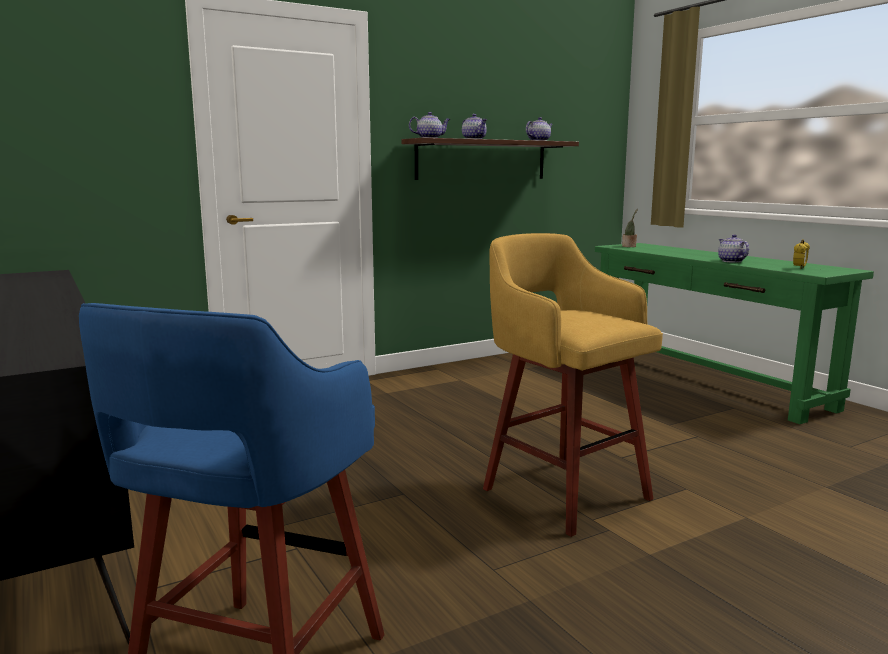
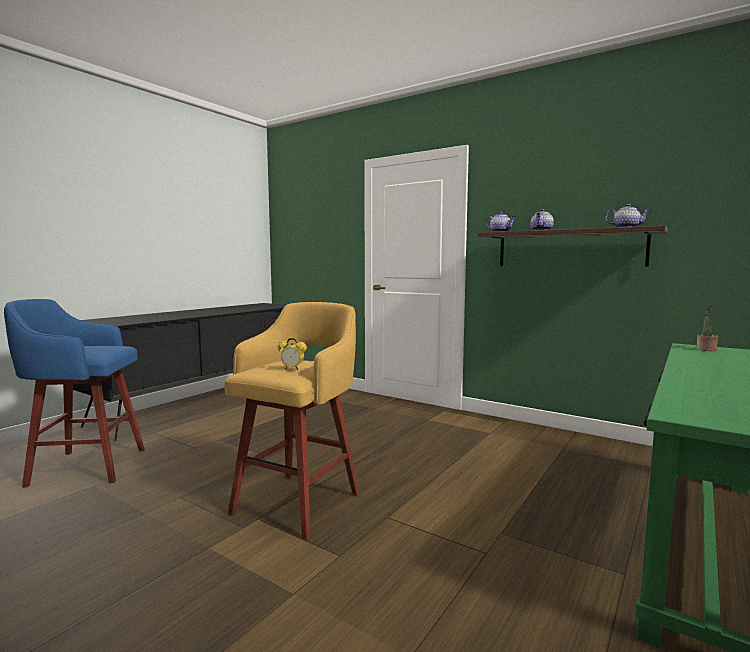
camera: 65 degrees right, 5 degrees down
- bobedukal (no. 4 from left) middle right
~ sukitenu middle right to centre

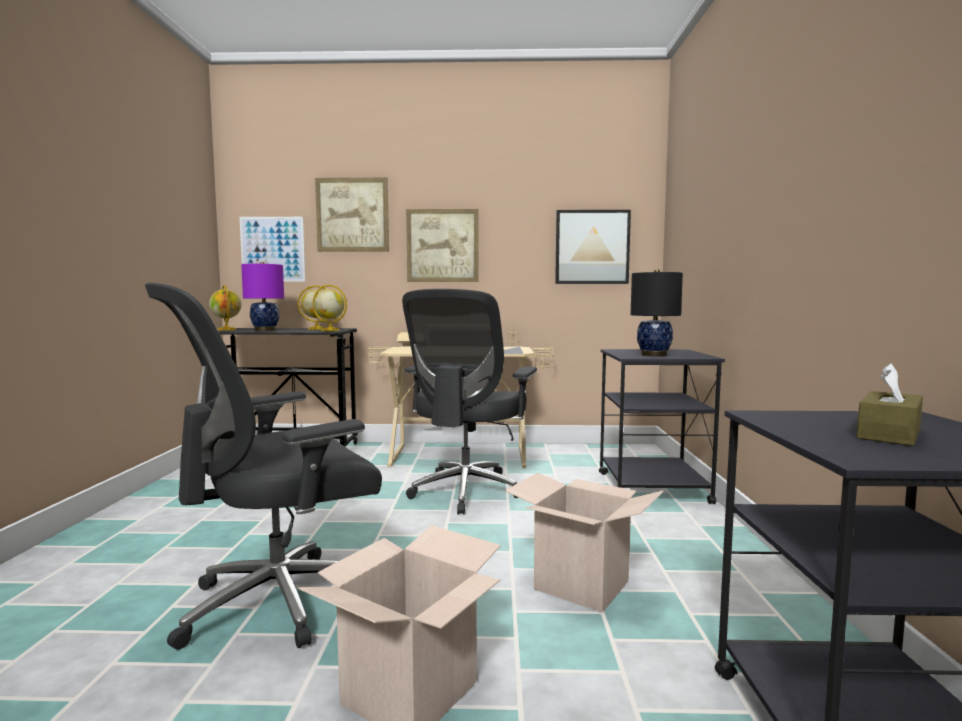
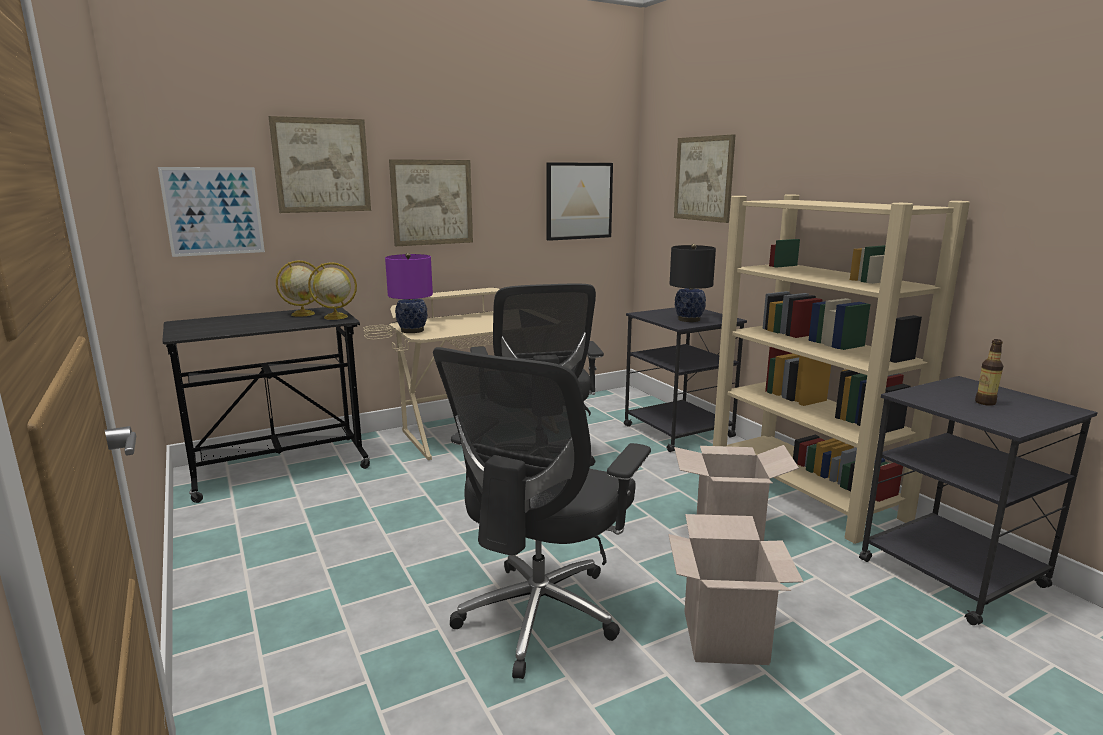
camera: 30 degrees left, 10 degrees up
- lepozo (no. 1 from left) middle left
~ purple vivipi middle left to centre
~ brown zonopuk middle right to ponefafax middle right
+ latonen (no. 5 from left) top centre
+ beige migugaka middle right

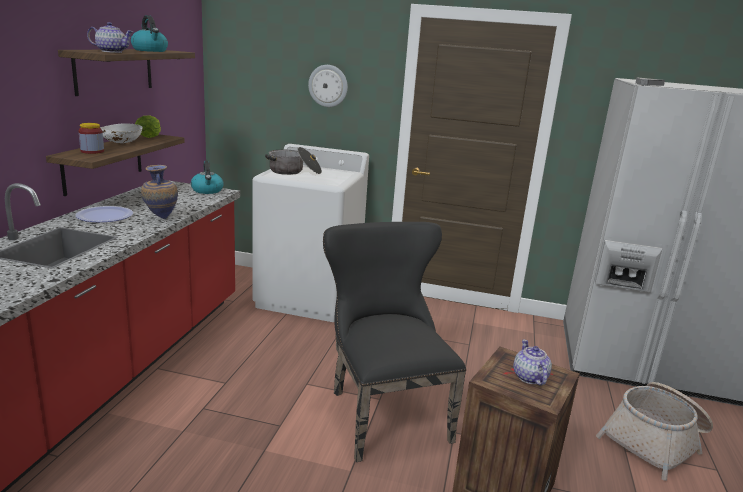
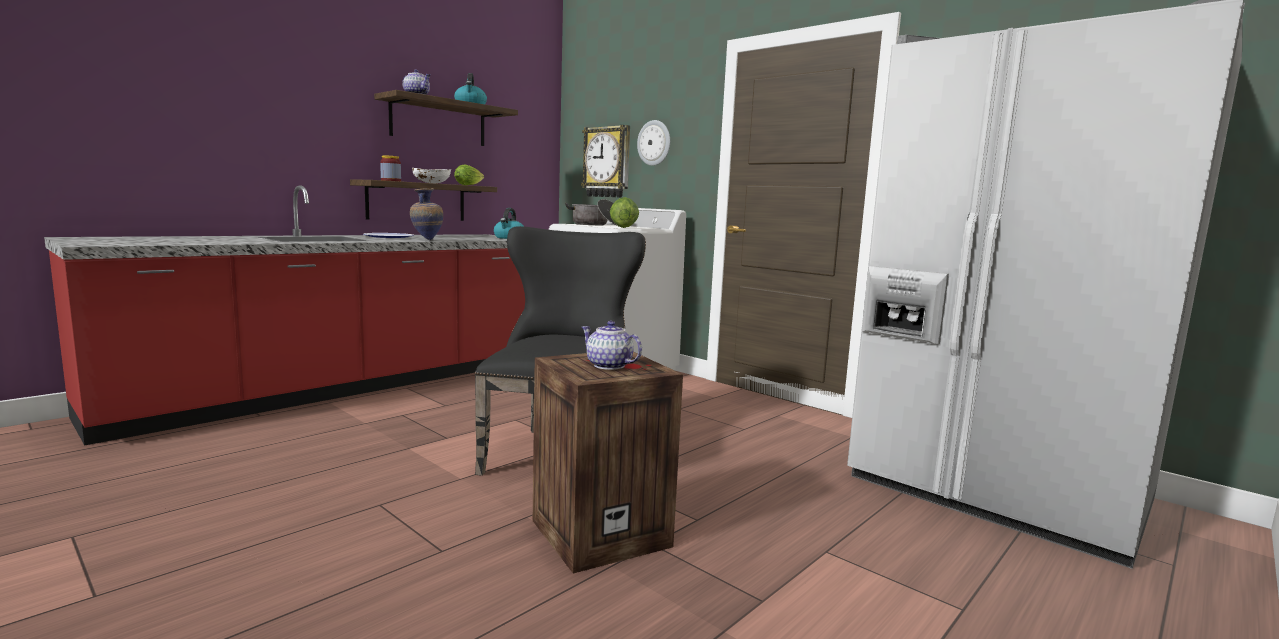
camera: 30 degrees right, 10 degrees down
~ bobedukal (no. 2 from left) bottom right = centre 75 degrees counterclockwise
- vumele bottom right
+ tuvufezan (no. 1 from left) top centre
+ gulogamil (no. 2 from left) top centre

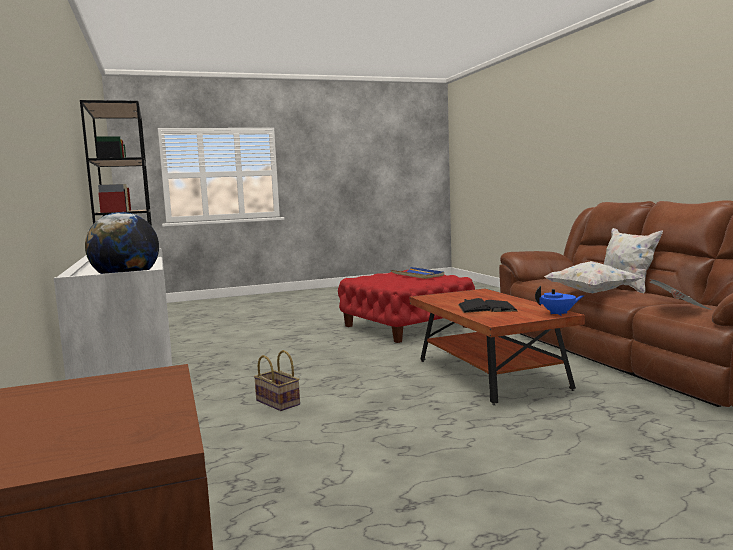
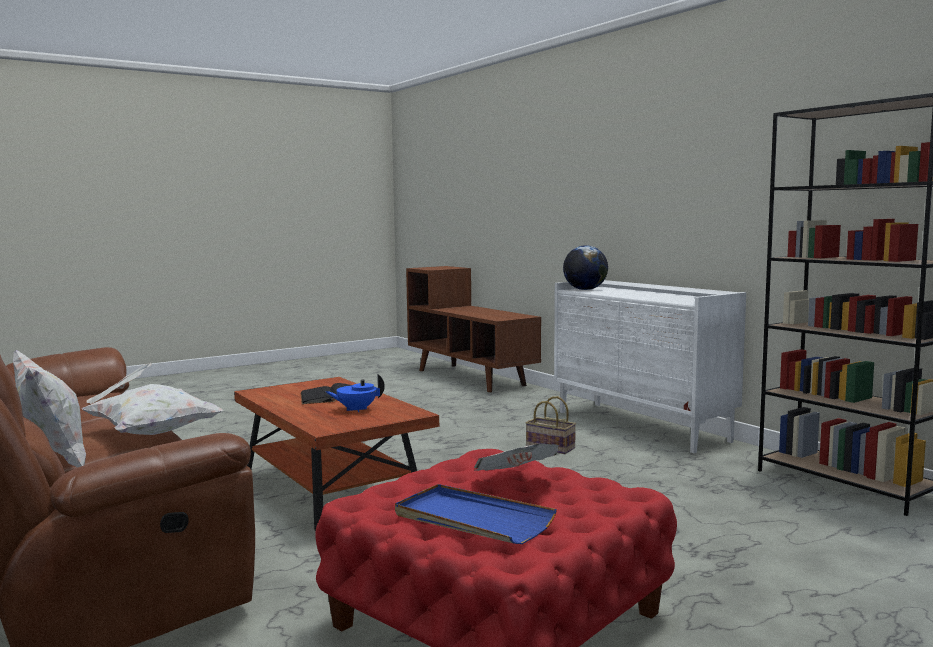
camera: 165 degrees right, 0 degrees up
~ blue bobedukal middle right to centre
+ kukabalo (no. 2 from left) bottom centre

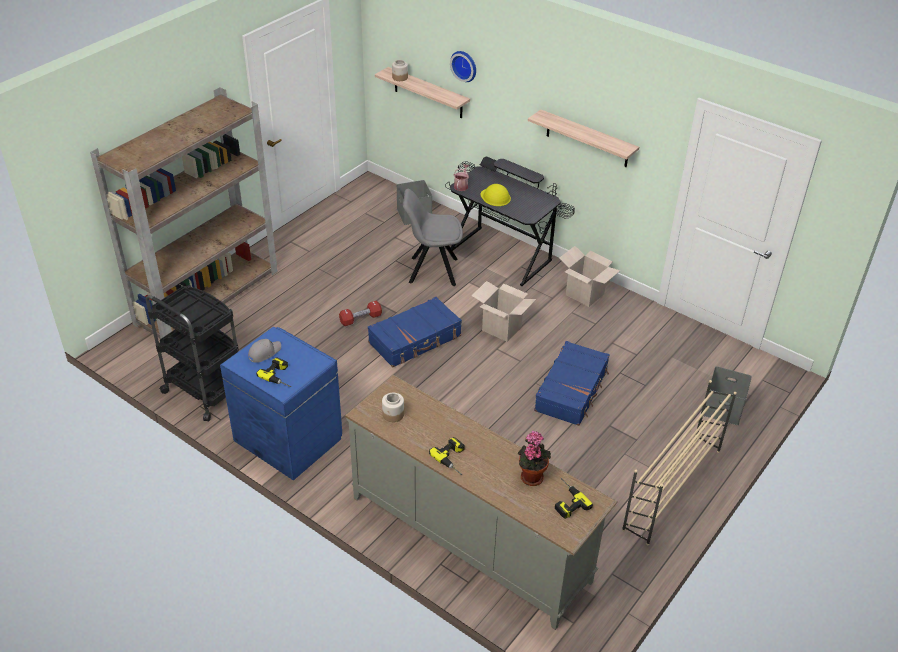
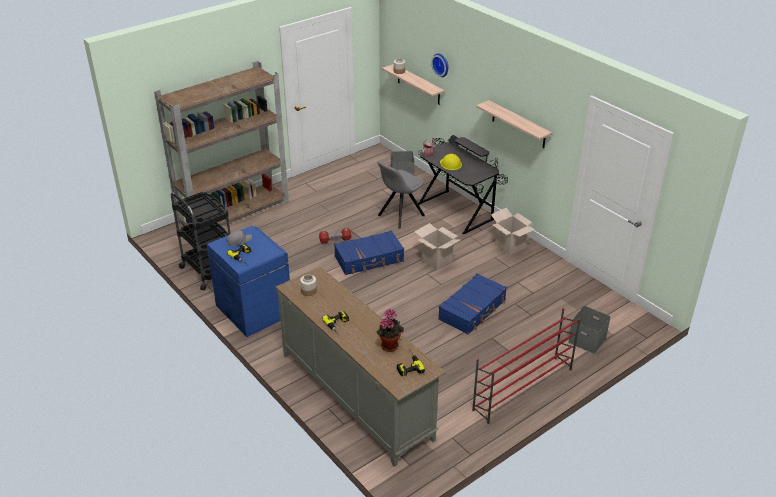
camera: 15 degrees right, 5 degrees down
~ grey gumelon centre = centre 60 degrees counterclockwise
~ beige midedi bottom right to red midedi bottom right

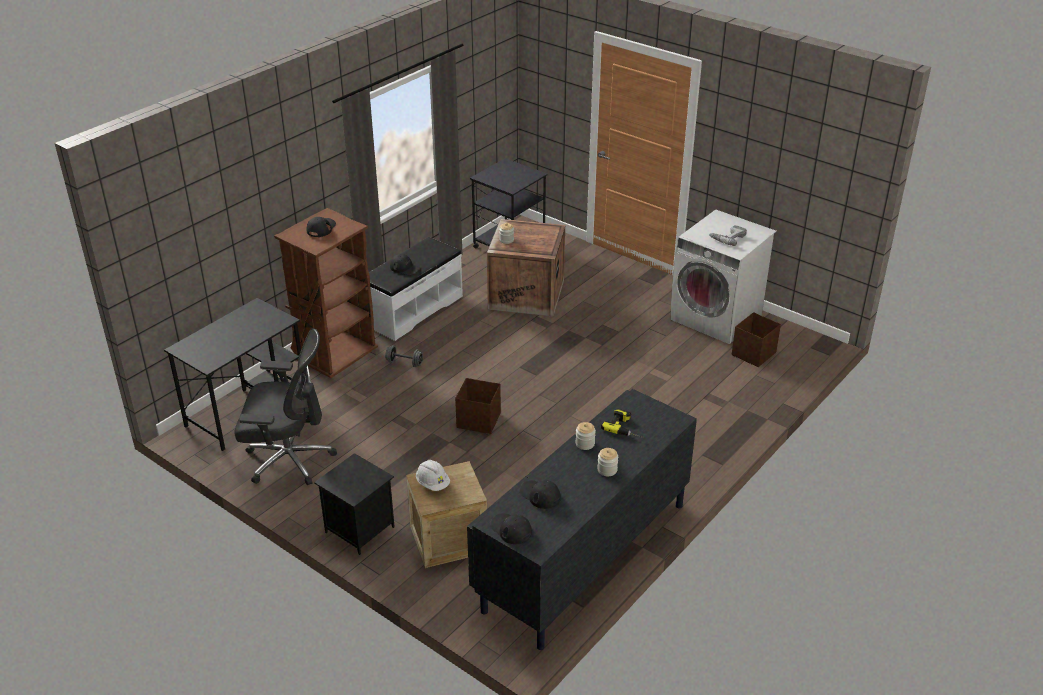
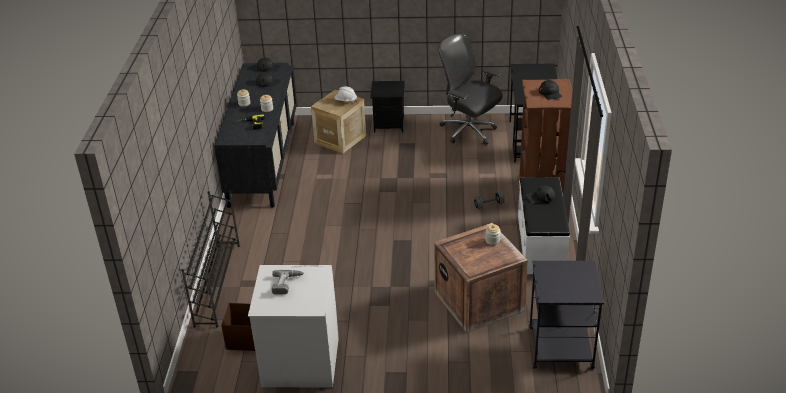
camera: 145 degrees right, 0 degrees up
~ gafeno middle left = top centre 75 degrees clockwise
- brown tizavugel (no. 1 from left) centre
+ black midedi middle left

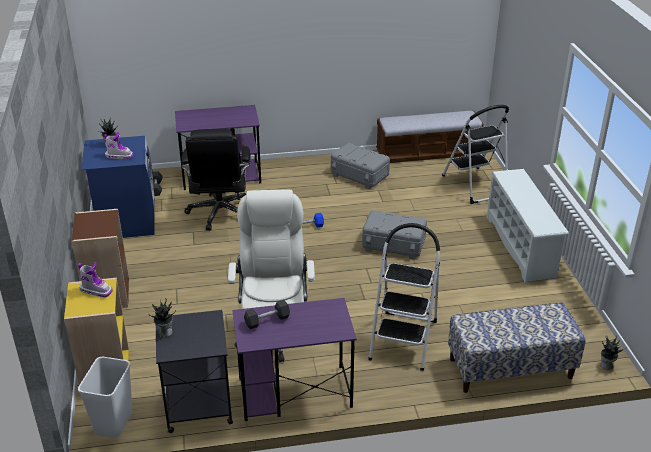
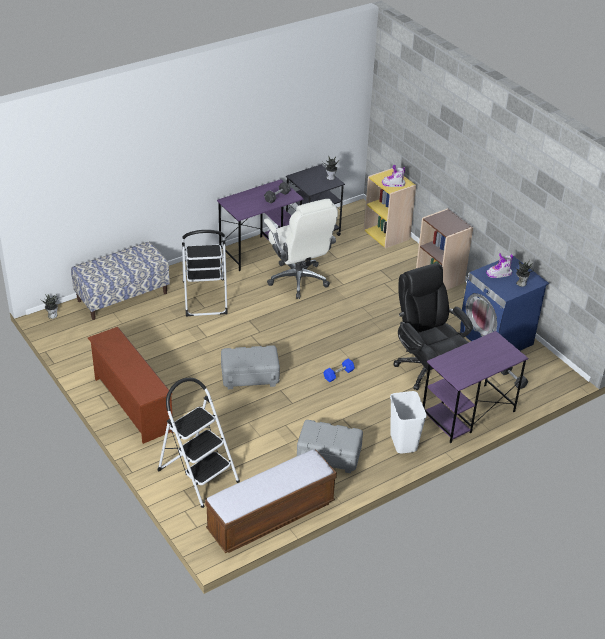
camera: 155 degrees right, 5 degrees up
~ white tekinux bottom left to middle right
~ white midedi middle right to brown midedi middle left

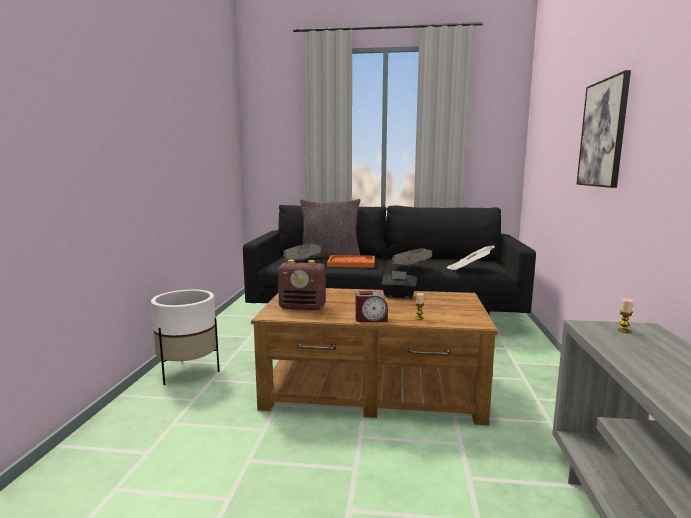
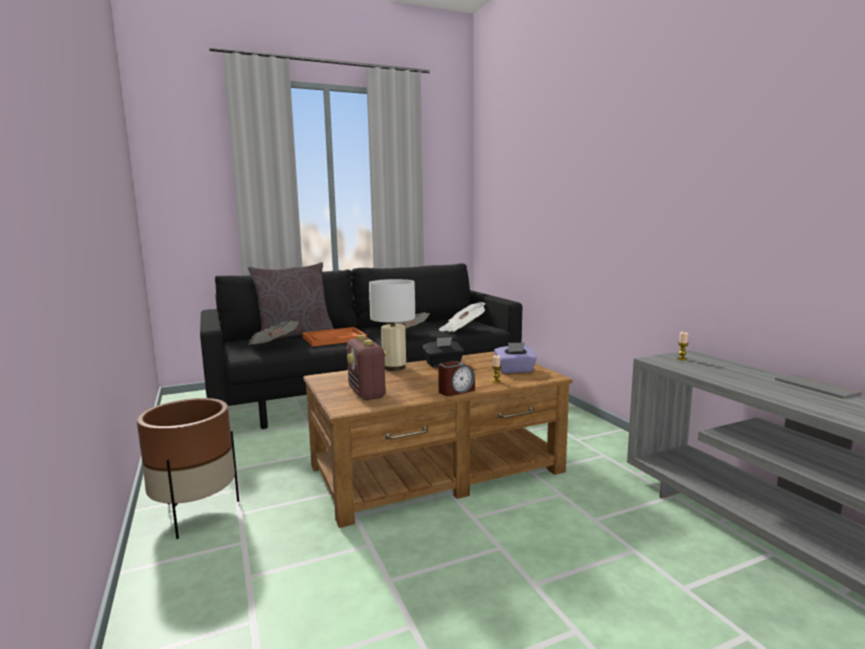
camera: 30 degrees left, 0 degrees up
~ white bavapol middle left to brown bavapol bottom left
~ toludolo centre = centre 90 degrees clockwise
- latonen top right
+ white vivipi centre
+ purple zonopuk centre

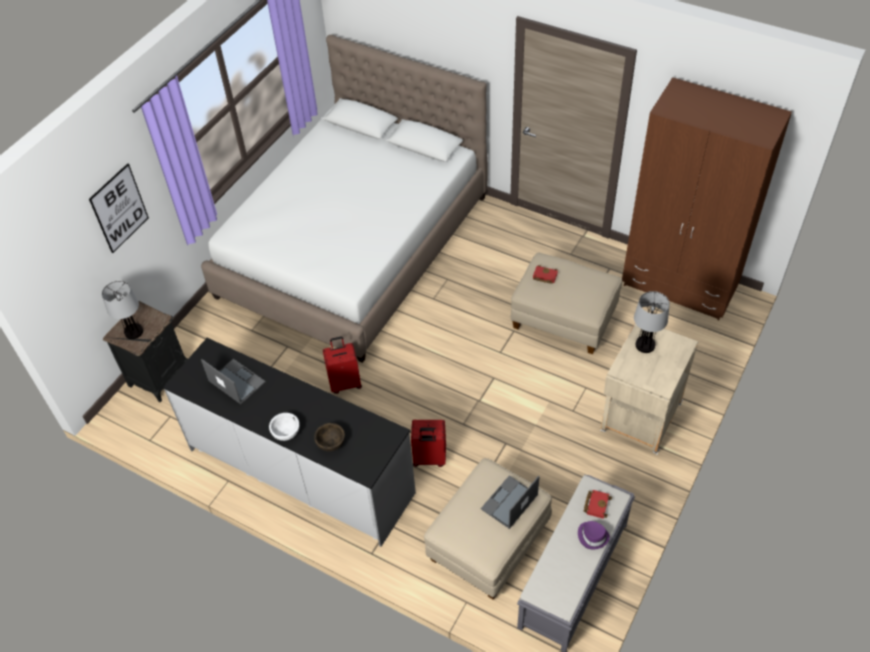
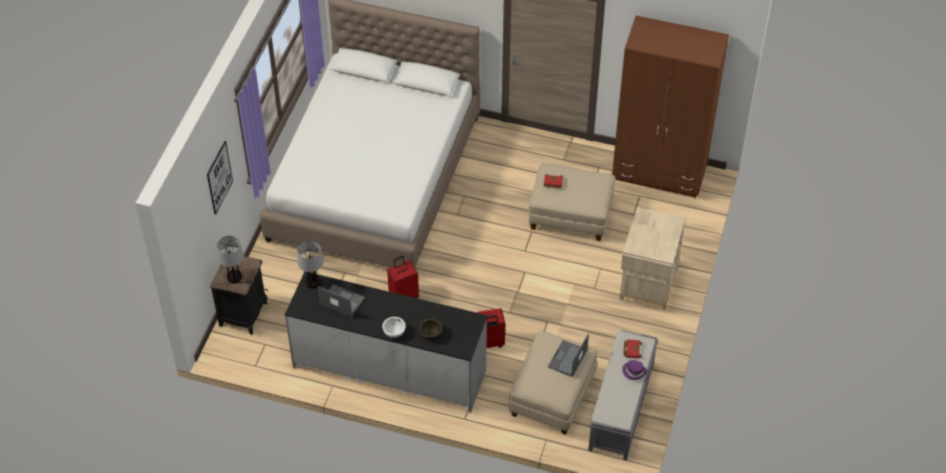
camera: 15 degrees left, 0 degrees up
~ vivipi (no. 2 from left) middle right to middle left

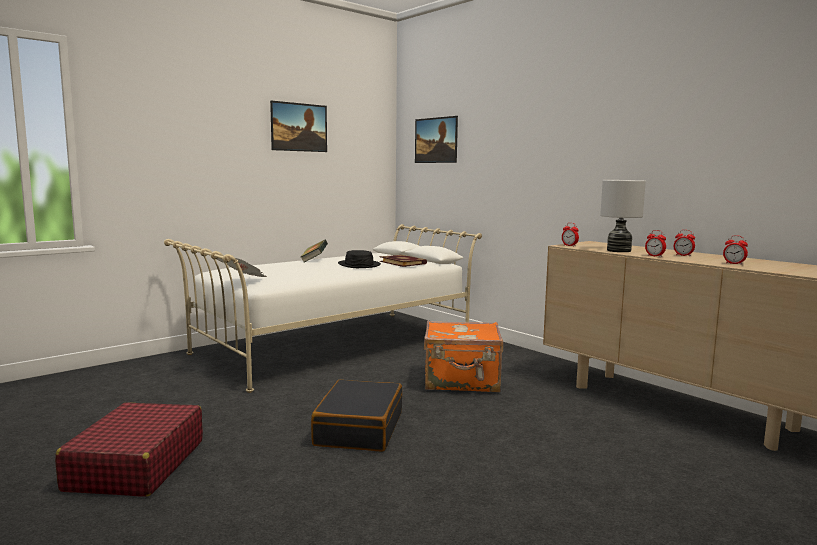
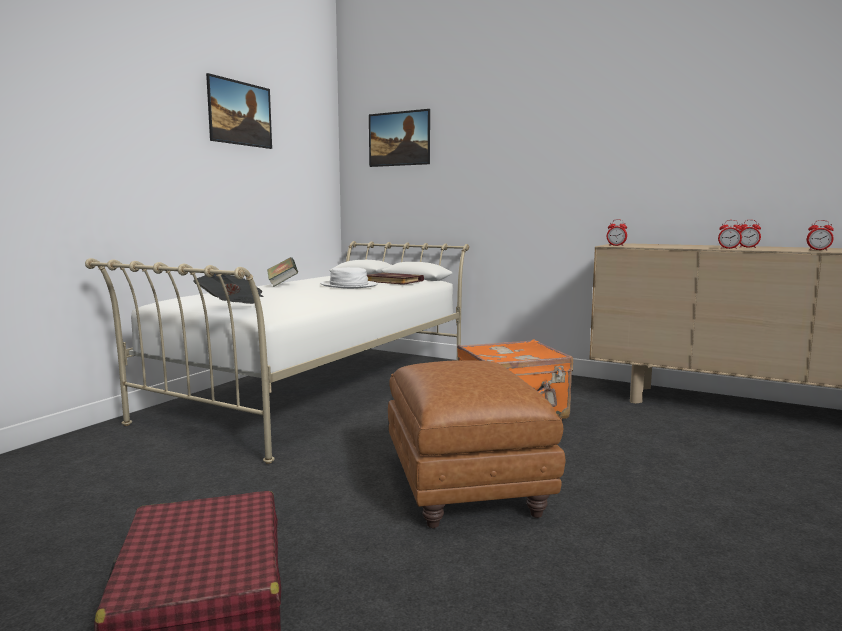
camera: 20 degrees left, 0 degrees up
~ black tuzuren bottom centre to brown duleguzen bottom centre
~ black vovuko centre to white vovuko centre
- grey vivipi middle right

